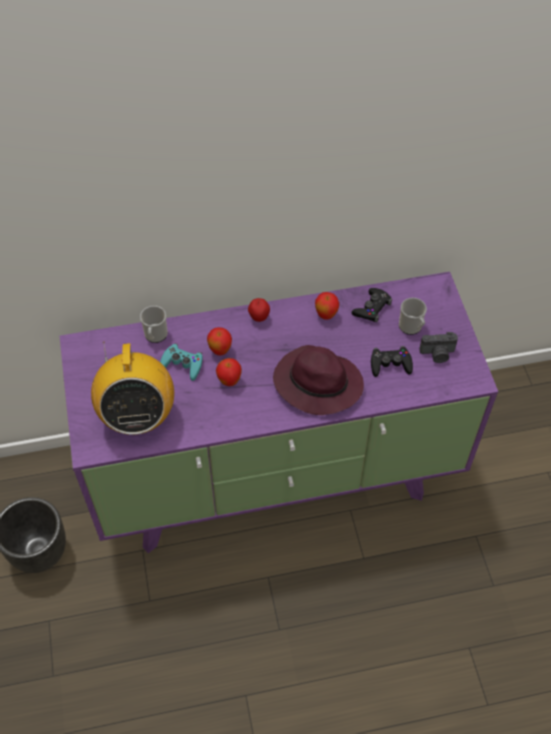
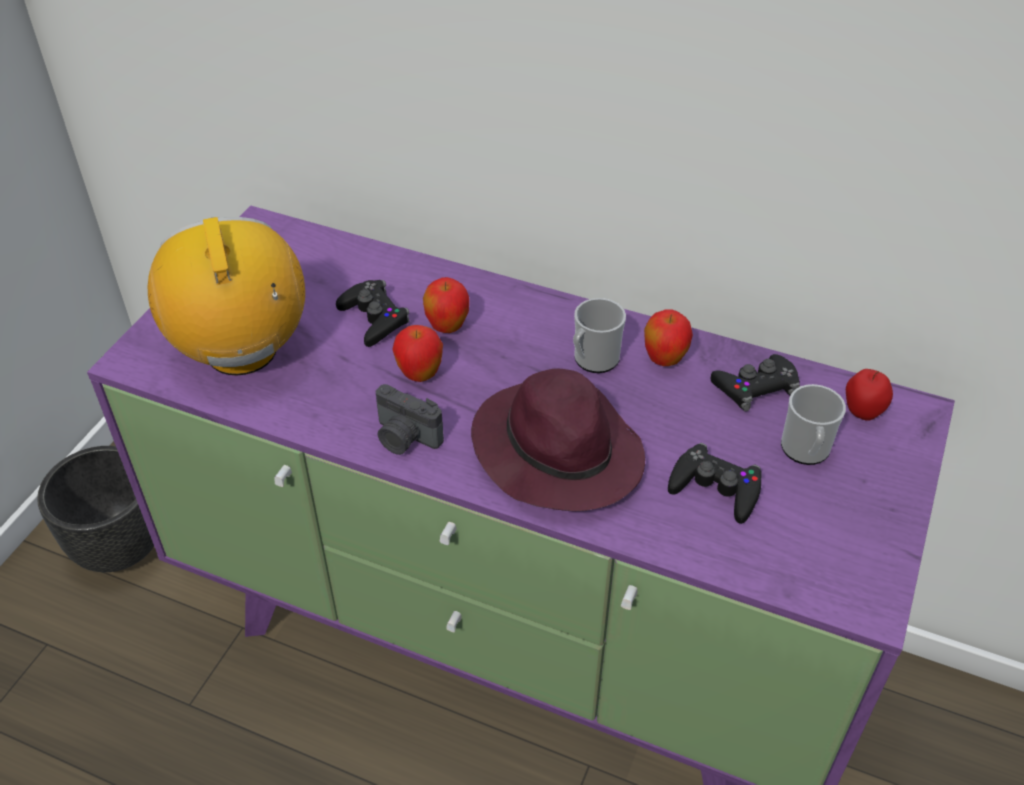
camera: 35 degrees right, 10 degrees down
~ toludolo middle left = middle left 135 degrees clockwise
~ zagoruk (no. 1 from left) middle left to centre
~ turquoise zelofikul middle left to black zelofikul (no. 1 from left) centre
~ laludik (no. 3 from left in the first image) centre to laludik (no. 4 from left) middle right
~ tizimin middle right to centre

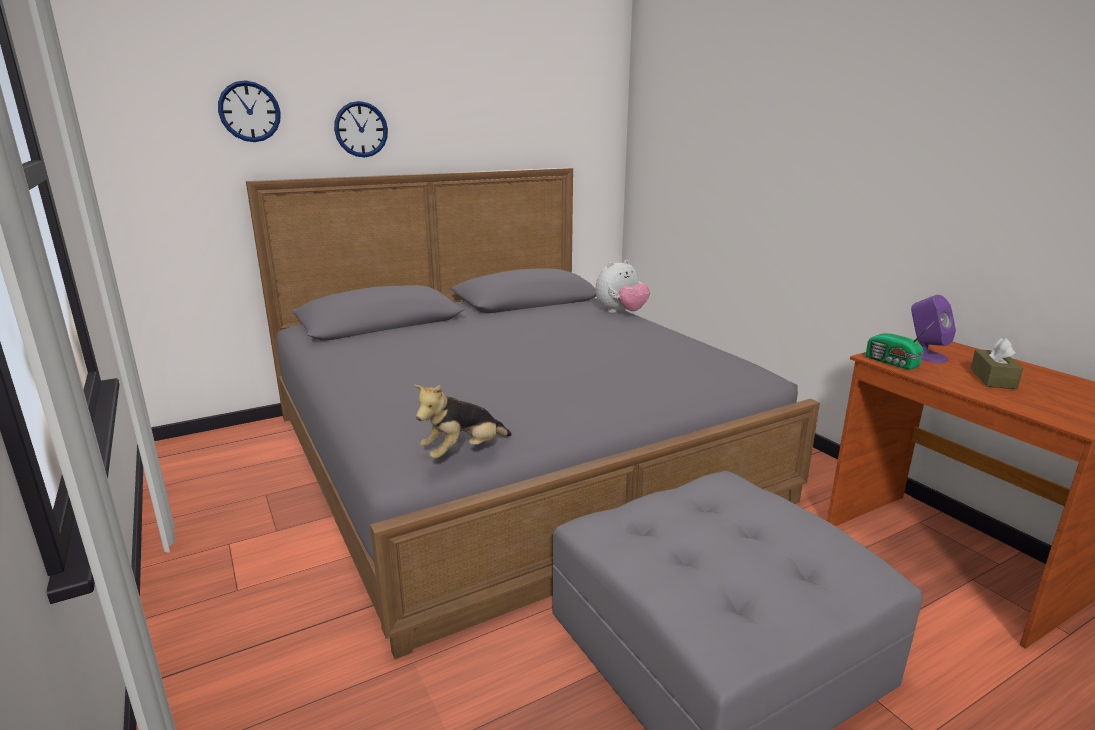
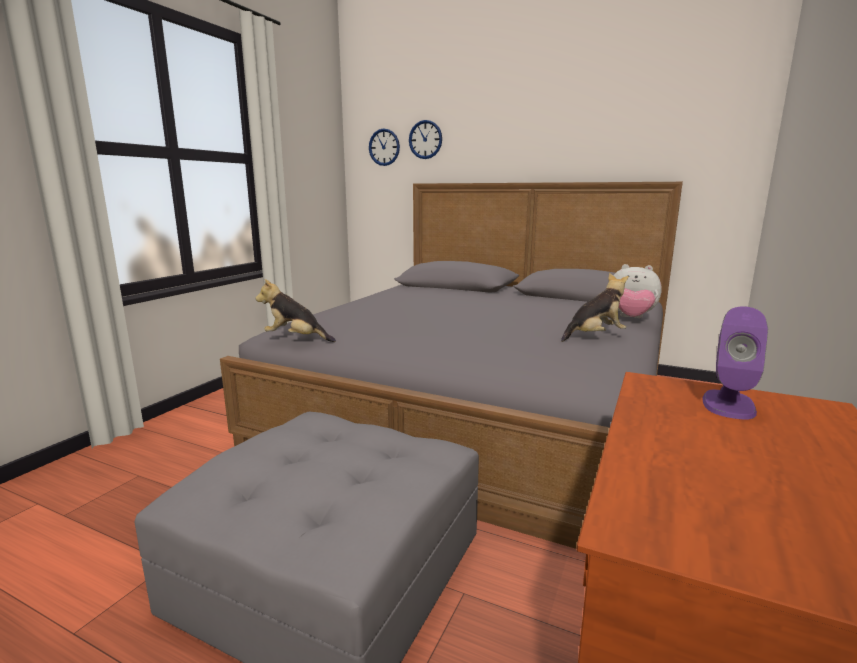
camera: 55 degrees right, 5 degrees down
~ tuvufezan (no. 2 from left in the first image) top left to tuvufezan (no. 1 from left) top centre
- toludolo middle right
- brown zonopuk middle right
+ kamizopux (no. 2 from left) middle right

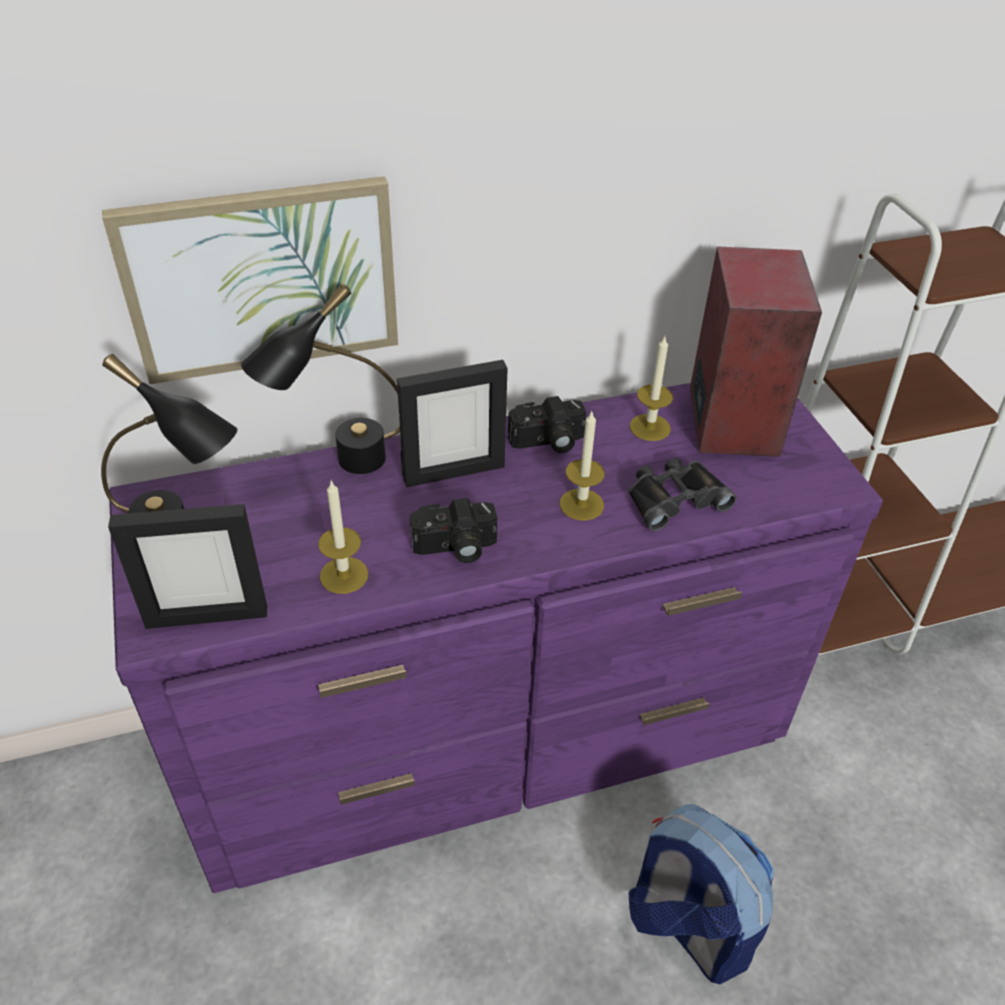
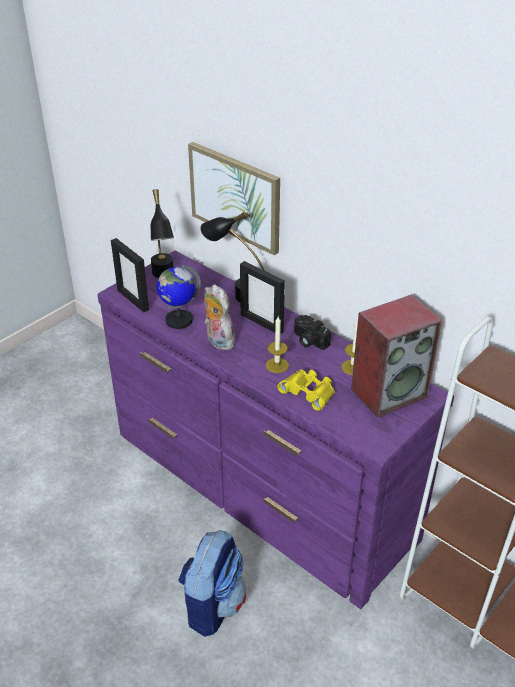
camera: 60 degrees right, 5 degrees down
~ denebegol (no. 1 from left) centre to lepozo centre
~ tizimin (no. 1 from left) centre to kamizopux centre
~ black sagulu middle right to yellow sagulu centre

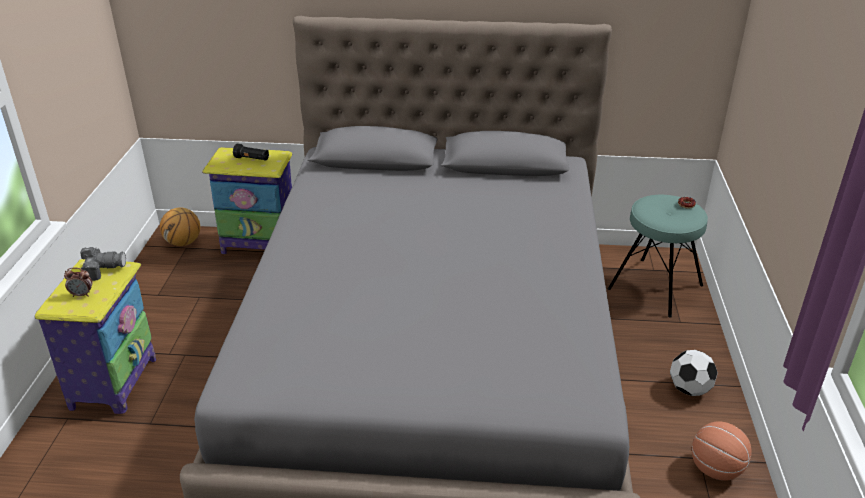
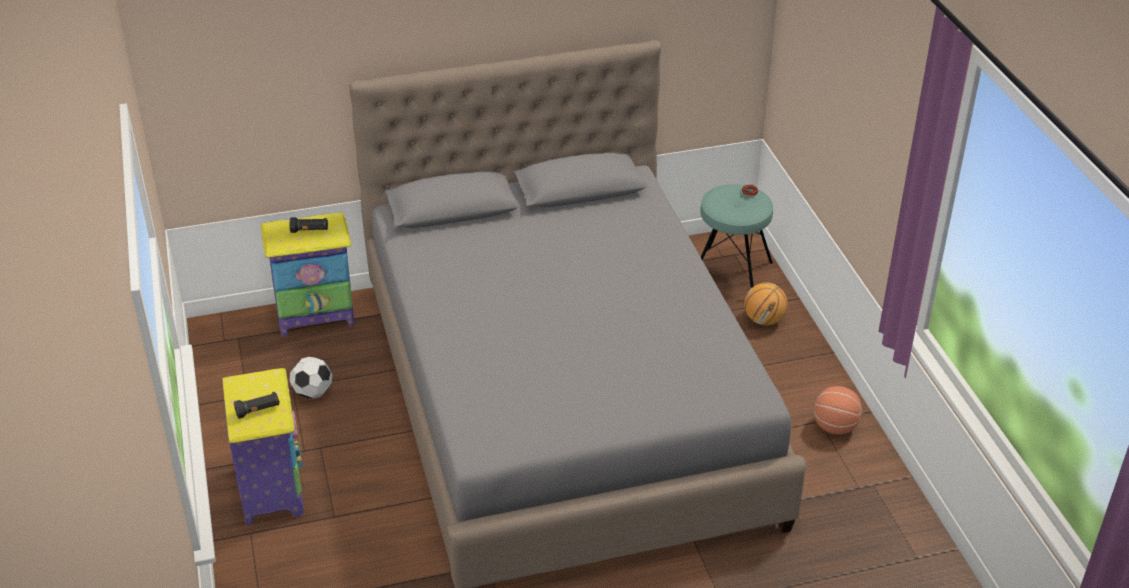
camera: 20 degrees left, 5 degrees up
~ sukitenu middle left to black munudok (no. 1 from left) bottom left
- tizimin middle left
~ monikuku (no. 1 from left) middle left to middle right
~ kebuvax bottom right to middle left

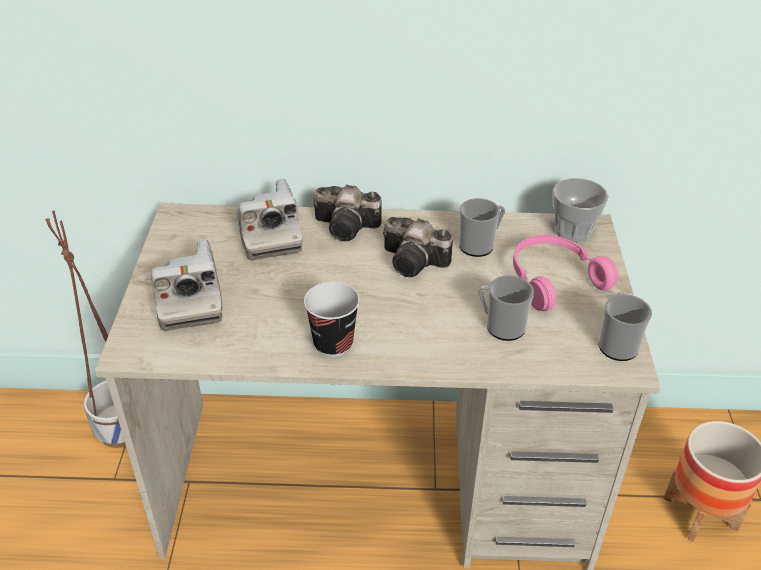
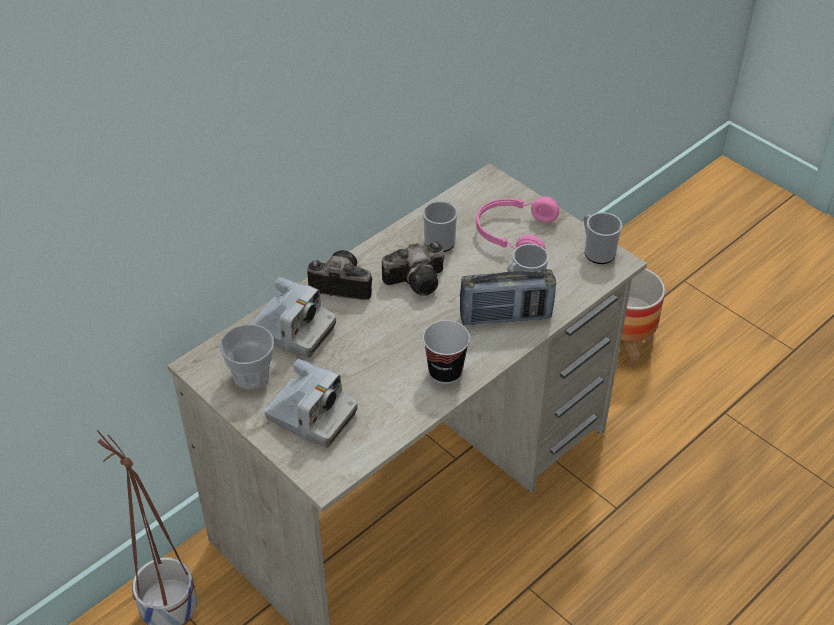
camera: 45 degrees left, 5 degrees up
~ tizimin (no. 3 from left) centre = centre 135 degrees counterclockwise
~ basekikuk (no. 2 from left in the first image) middle right to basekikuk (no. 1 from left) middle left
+ toludolo centre

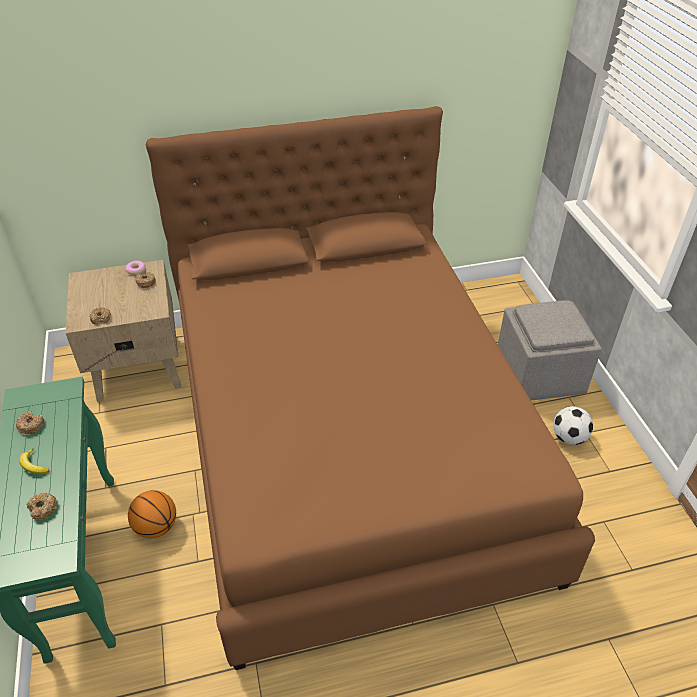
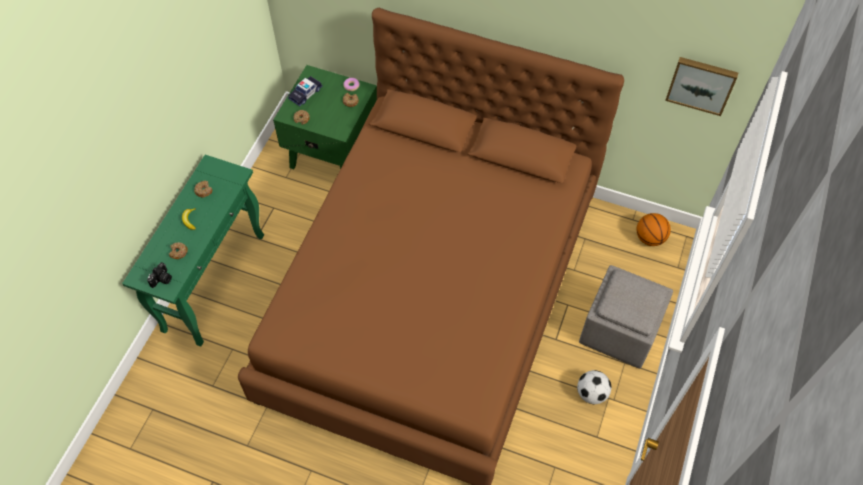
camera: 35 degrees right, 15 degrees up
~ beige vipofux middle left to green vipofux top centre
~ monikuku bottom left to middle right
+ tizimin middle left
+ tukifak top centre
+ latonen top right

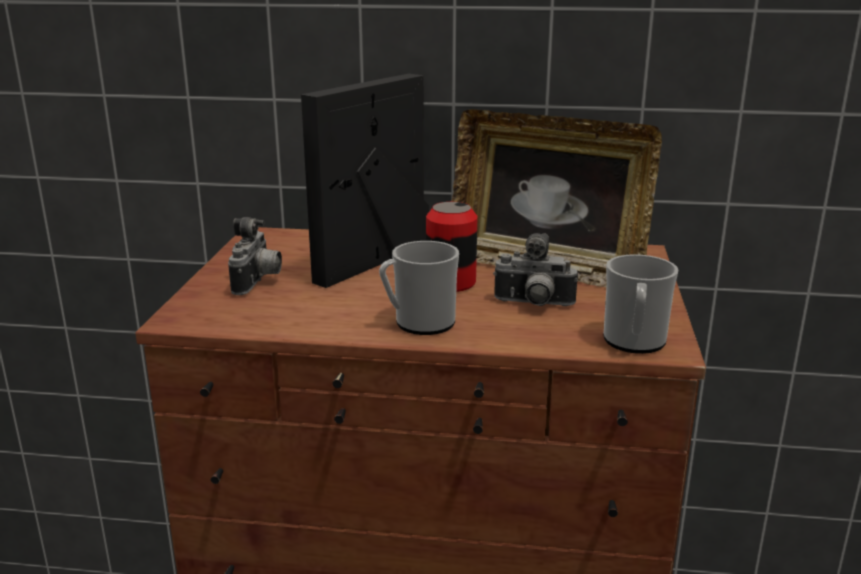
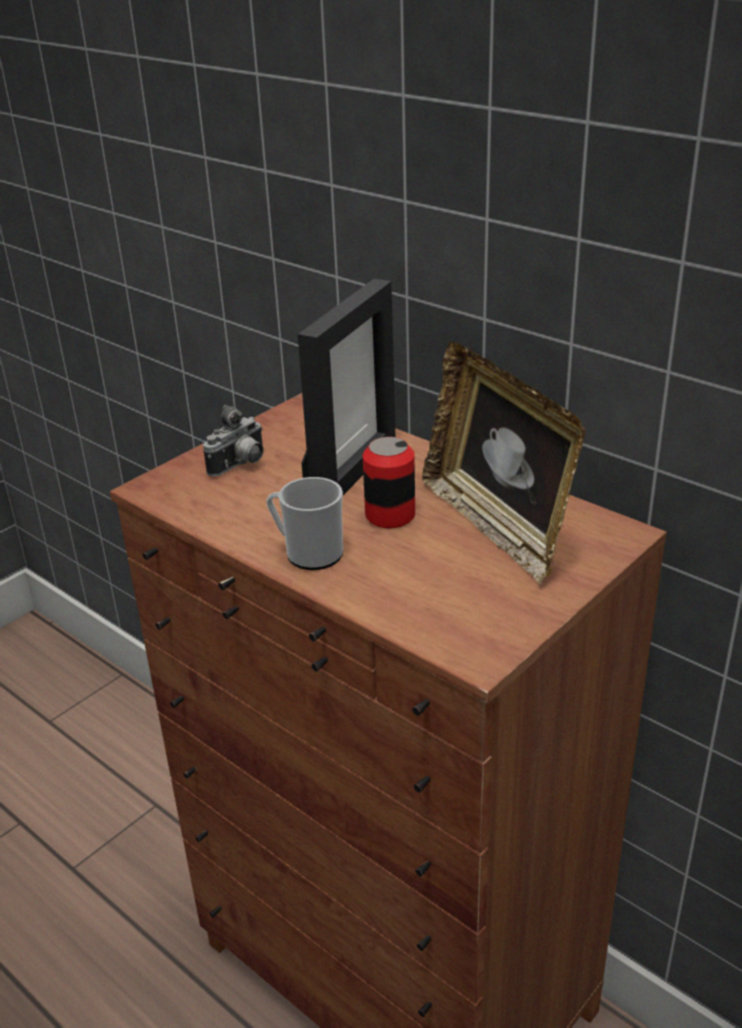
camera: 35 degrees right, 10 degrees up
~ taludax (no. 1 from left) top centre = centre 135 degrees clockwise
- tizimin (no. 2 from left) centre
- zagoruk (no. 2 from left) middle right

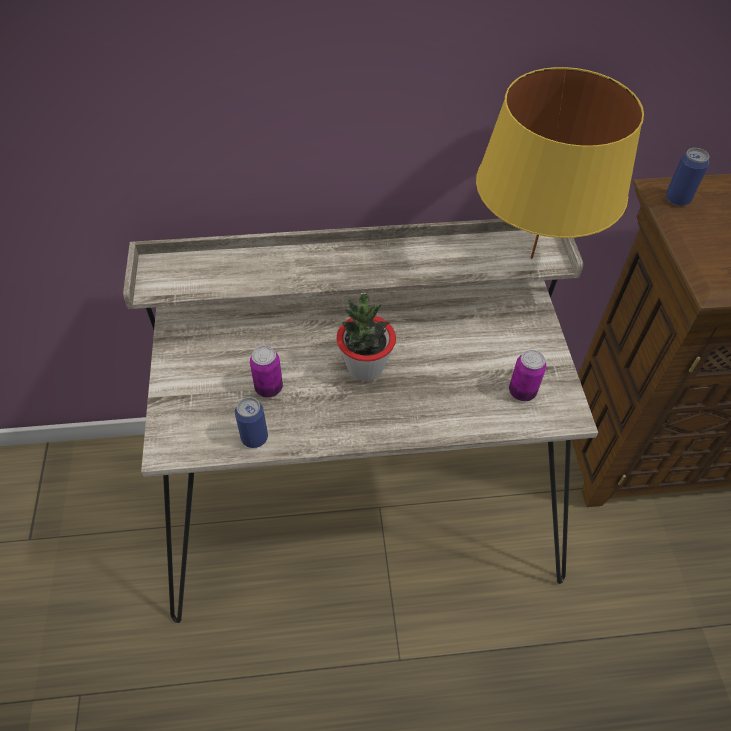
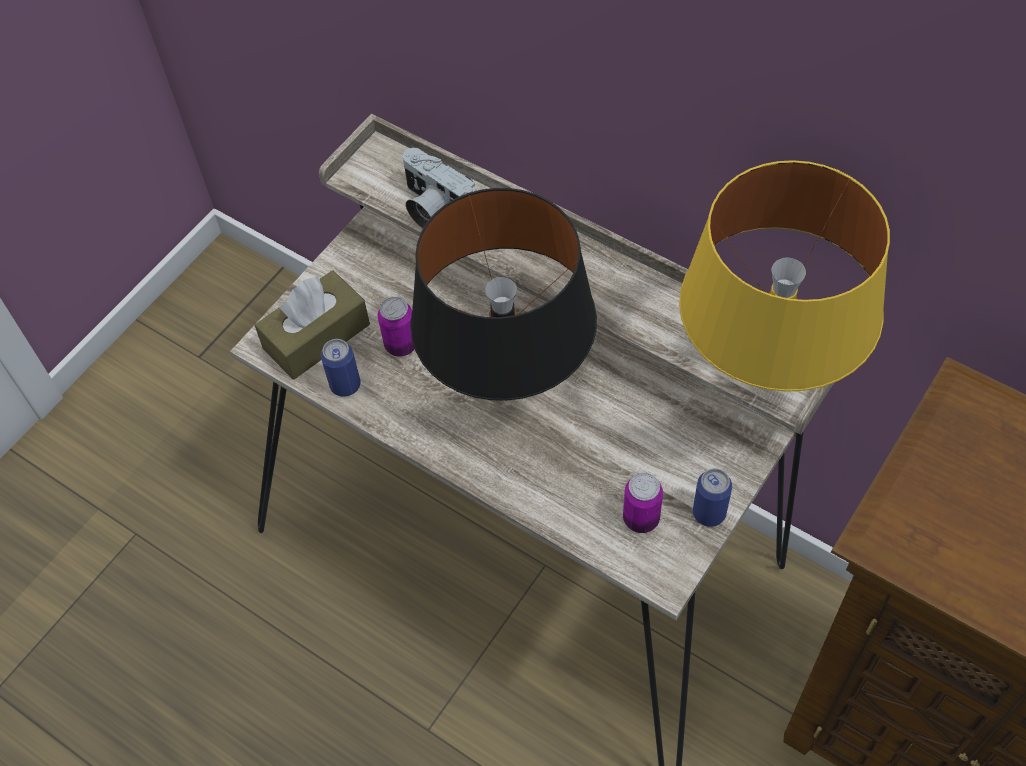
camera: 45 degrees right, 5 degrees up
~ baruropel centre to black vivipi centre
~ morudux (no. 4 from left) top right to middle right
+ brown zonopuk middle left
+ tizimin top centre

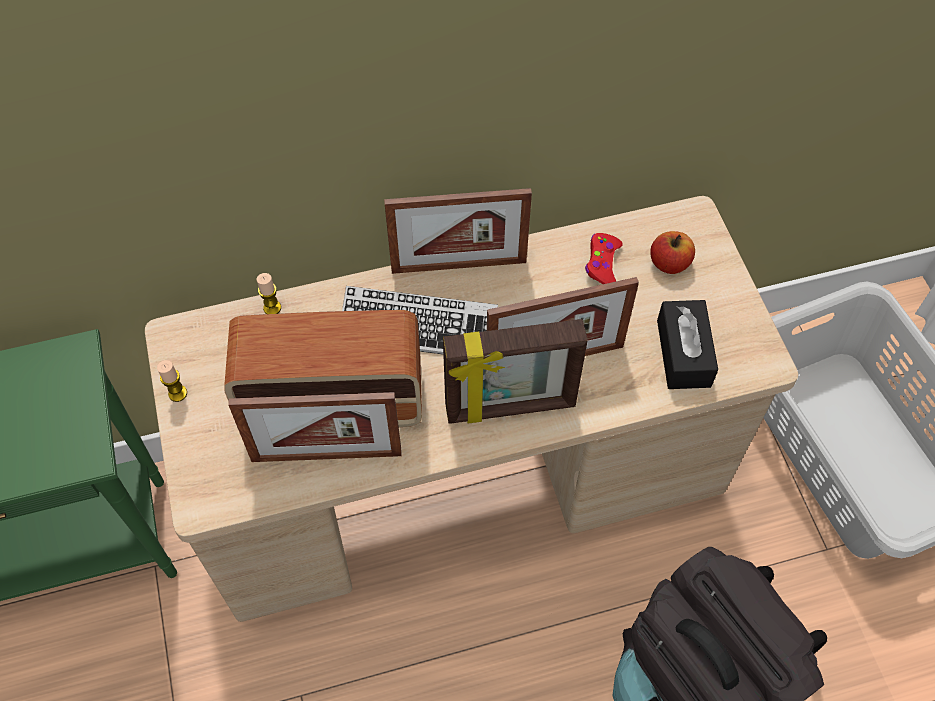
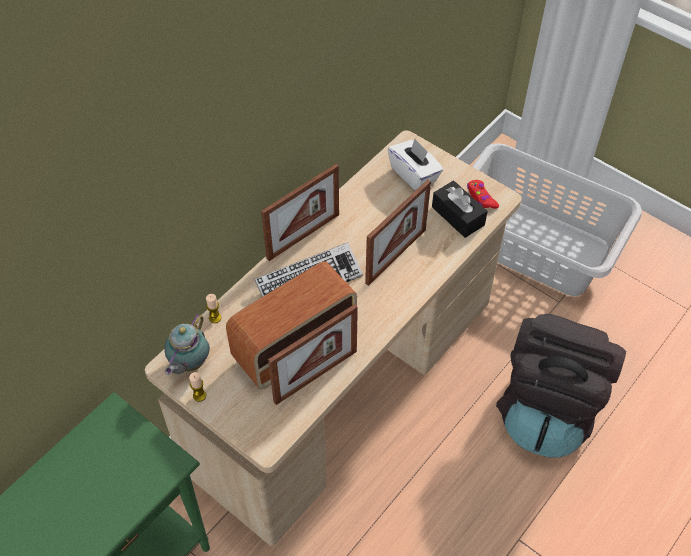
camera: 35 degrees left, 5 degrees down
- taludax (no. 3 from left) centre
~ red zelofikul centre to middle right
~ laludik middle right to white zonopuk top centre
+ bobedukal middle left

